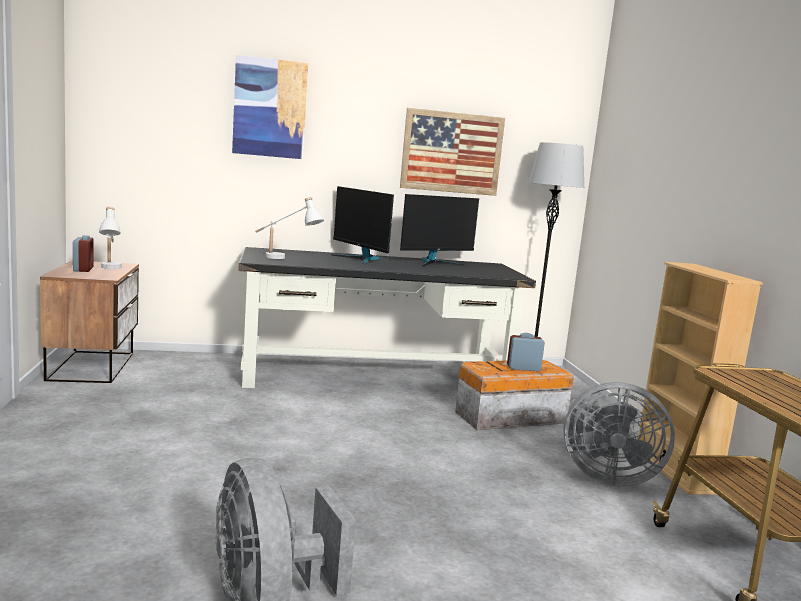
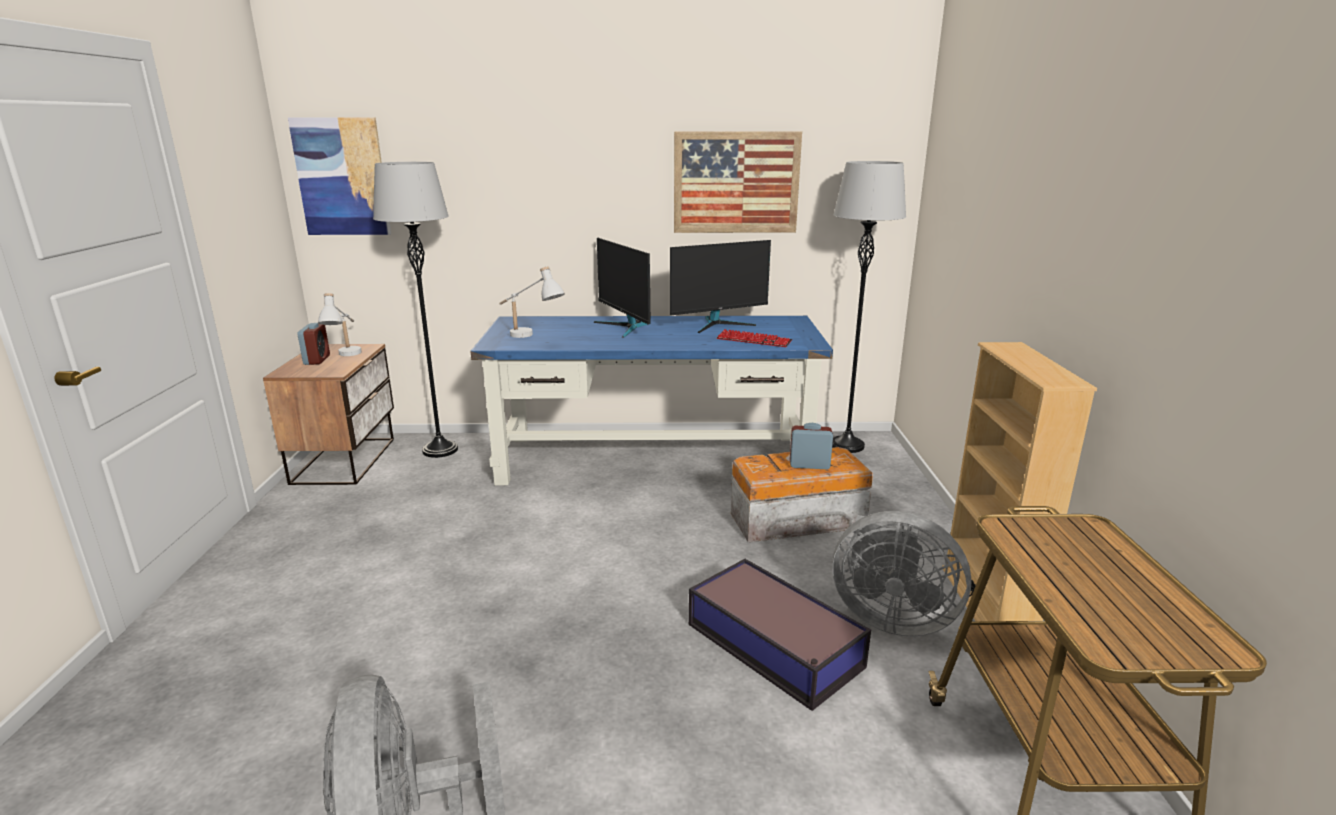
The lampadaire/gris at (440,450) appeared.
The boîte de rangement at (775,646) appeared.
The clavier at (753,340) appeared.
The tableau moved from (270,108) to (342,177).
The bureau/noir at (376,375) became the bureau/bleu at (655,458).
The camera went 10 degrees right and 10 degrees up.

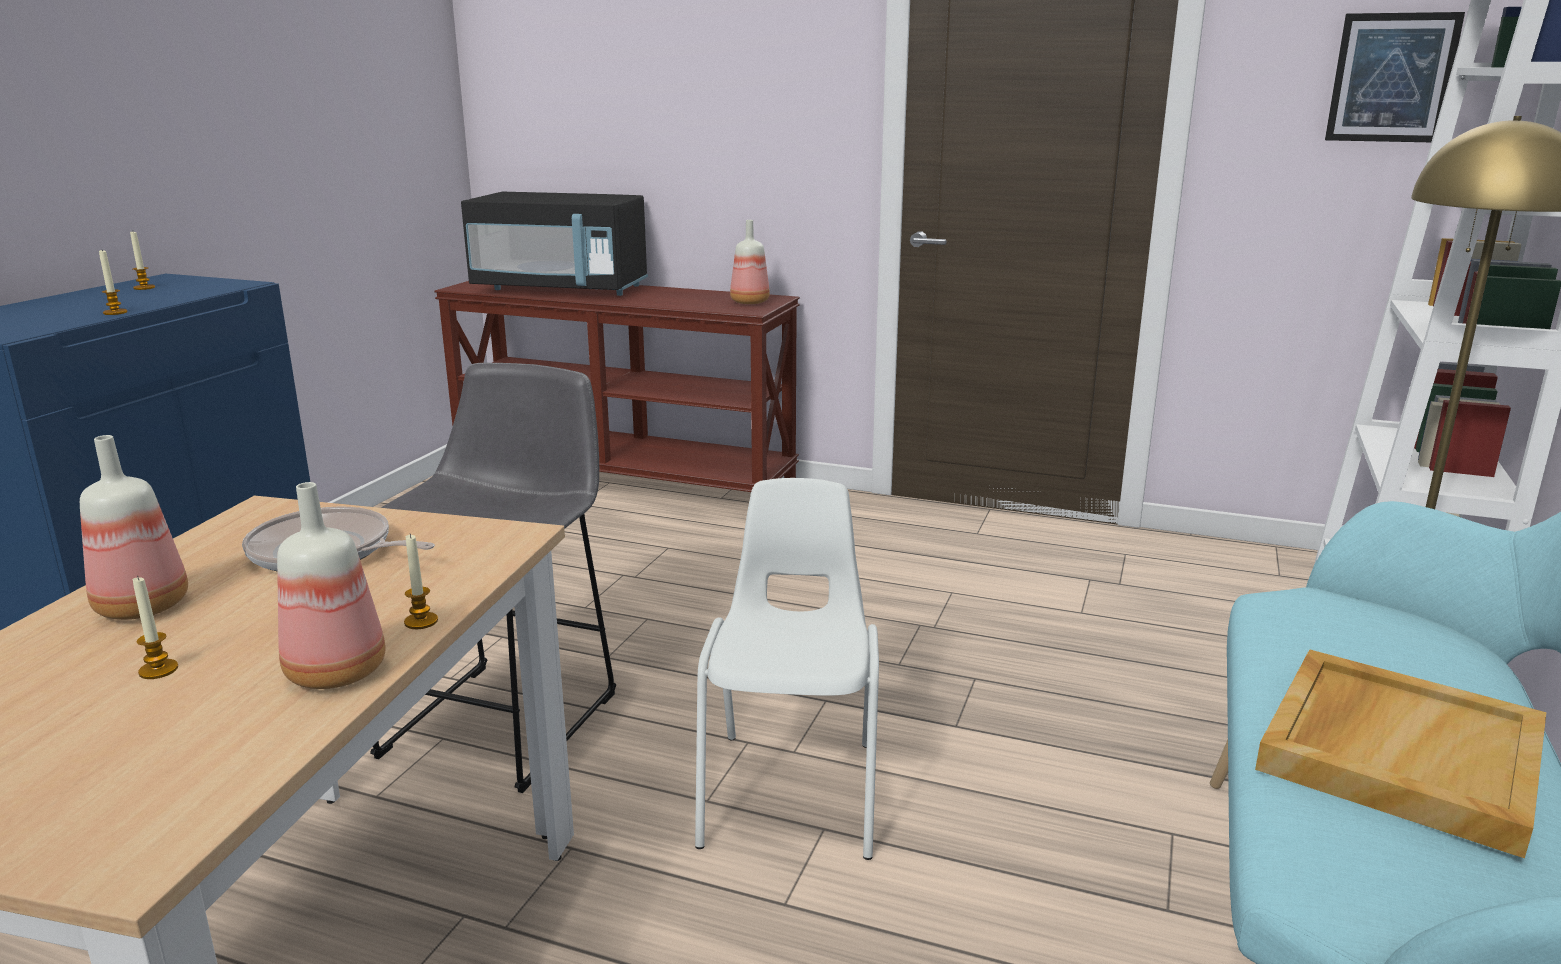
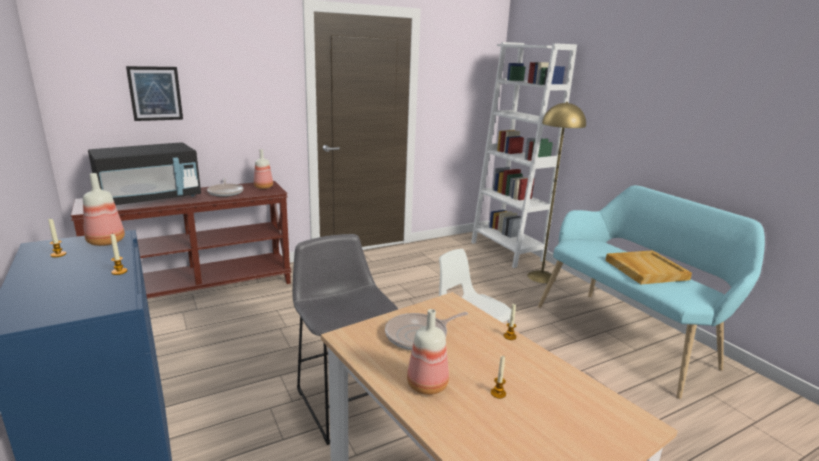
The poêle at (226,192) appeared.
The bouteille moved from (339,673) to (107,241).
The tableau moved from (1392,78) to (155,93).
The camera went 50 degrees left and 0 degrees up.

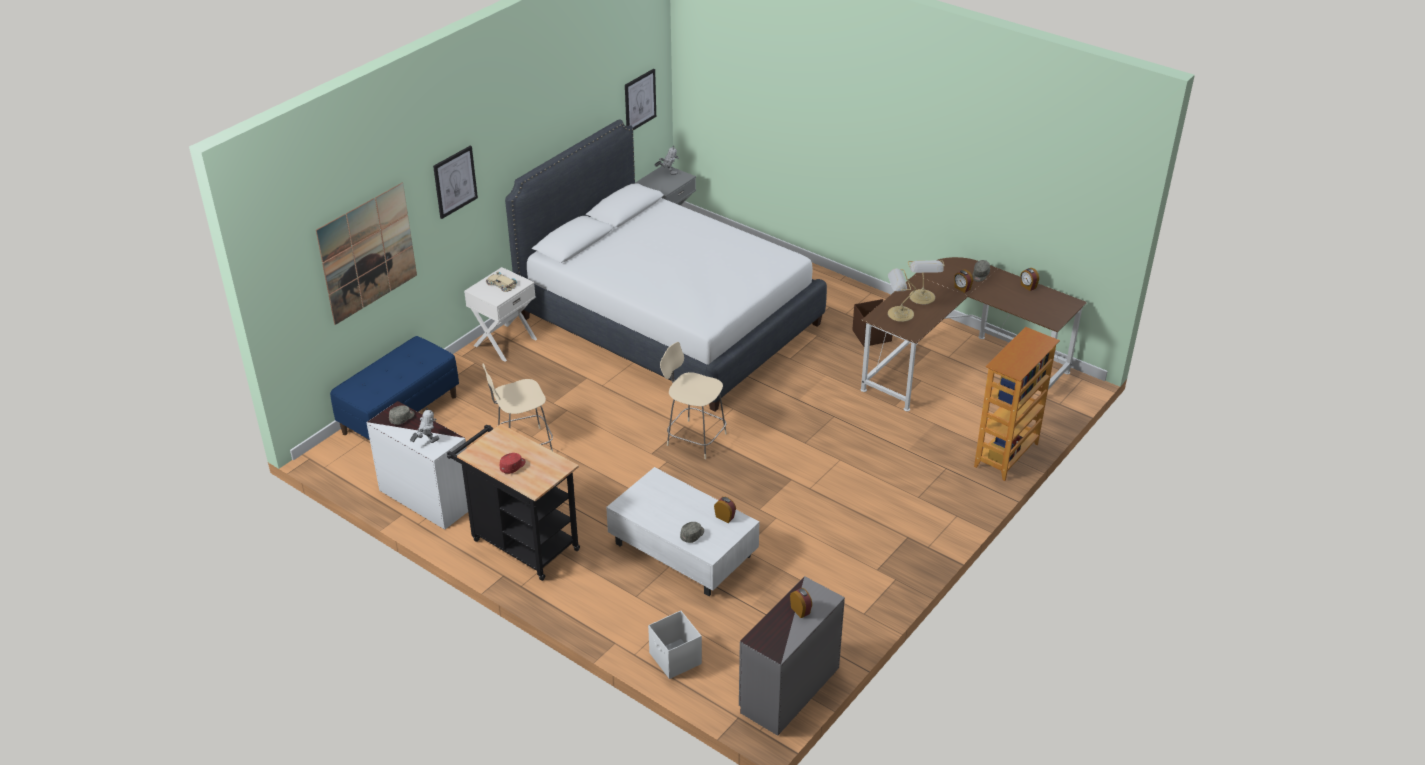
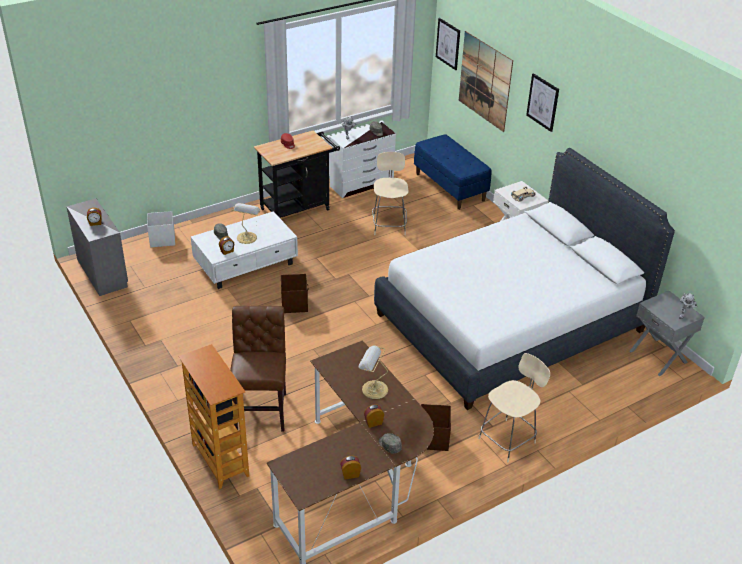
The chaise/marron at (261,409) appeared.
The boîte de rangement/marron at (294,304) appeared.
The tableau moved from (640,100) to (448,43).
The tabouret/beige moved from (694,438) to (508,439).
The lampe de table moved from (899,314) to (247,237).
The camera went 110 degrees right and 0 degrees up.

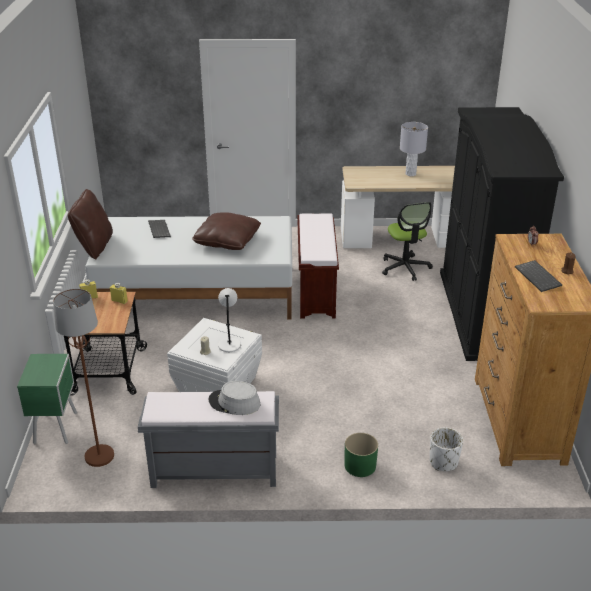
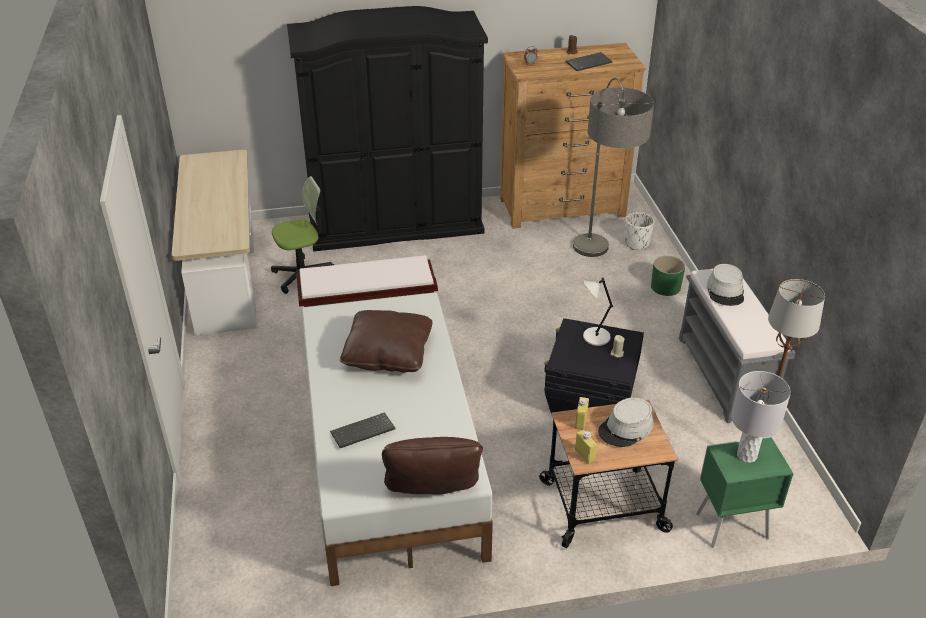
The lampadaire at (598,272) appeared.
The chapeau/gris at (626,428) appeared.
The lampe de table/gris moved from (411,174) to (746,455).
The boîte de rangement/blanc at (217,384) became the boîte de rangement/noir at (589,398).
The camera went 100 degrees left and 5 degrees up.

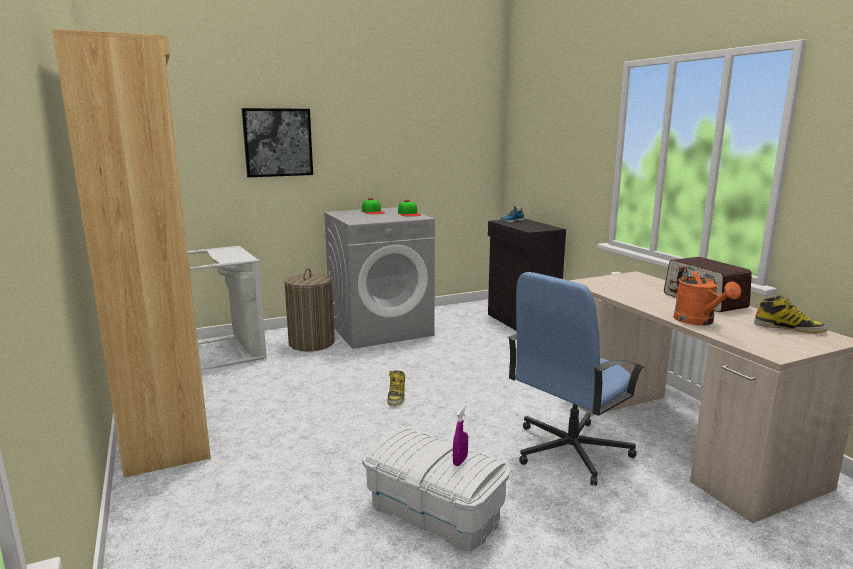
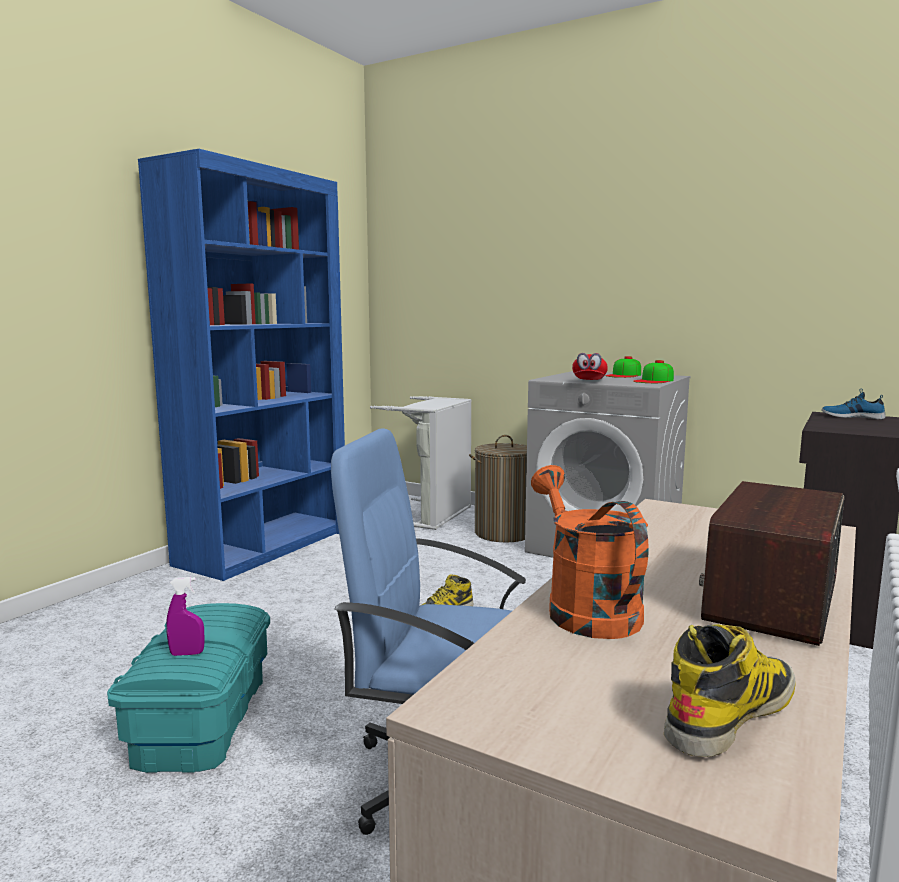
The tableau at (278,142) disappeared.
The casquette/rouge at (589,381) appeared.
The bibliothèque/marron at (168,424) became the bibliothèque/bleu at (265,546).
The boîte de rangement/blanc at (434,512) became the boîte de rangement/turquoise at (201,718).
The arrosoir/orange at (698,321) turned 120 degrees clockwise.
The botte at (789,328) turned 120 degrees counterclockwise.
The camera went 55 degrees right and 5 degrees down.

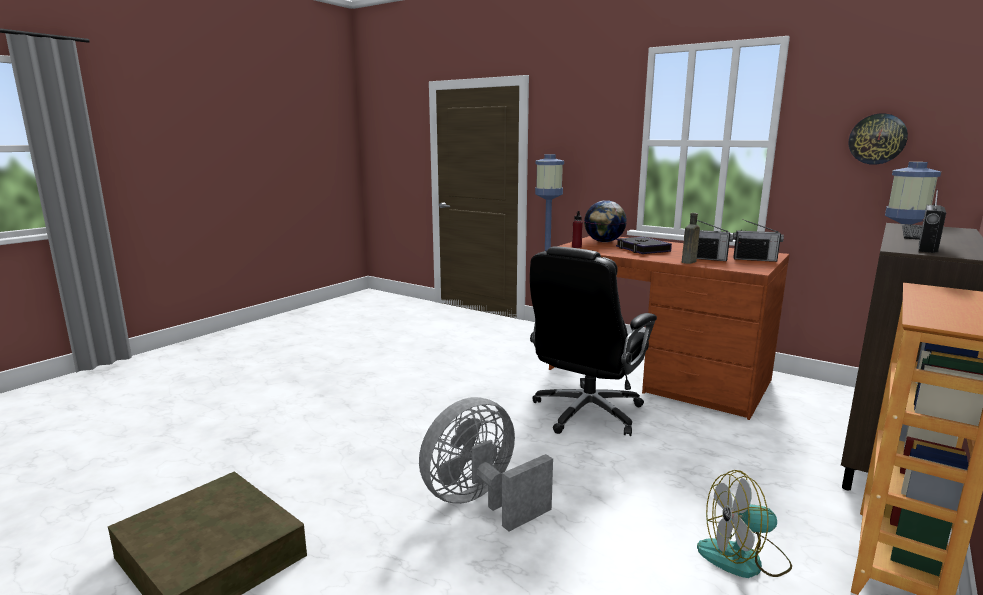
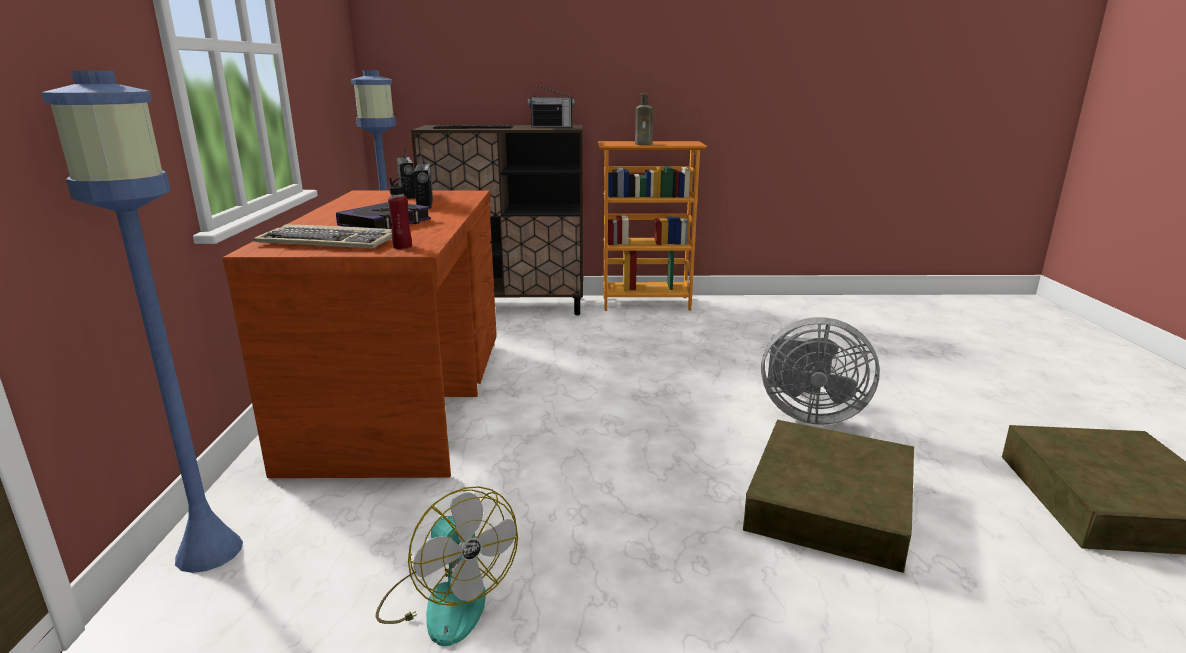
The chaise de bureau/noir at (586,413) disappeared.
The horloge murale at (877,139) disappeared.
The boîte de rangement/marron at (830,503) appeared.
The bouteille/marron moved from (688,262) to (644,144).
The ventilateur moved from (744,558) to (446,600).
The globe at (604,242) was replaced by the clavier at (328,242).
The camera went 125 degrees left and 5 degrees up.

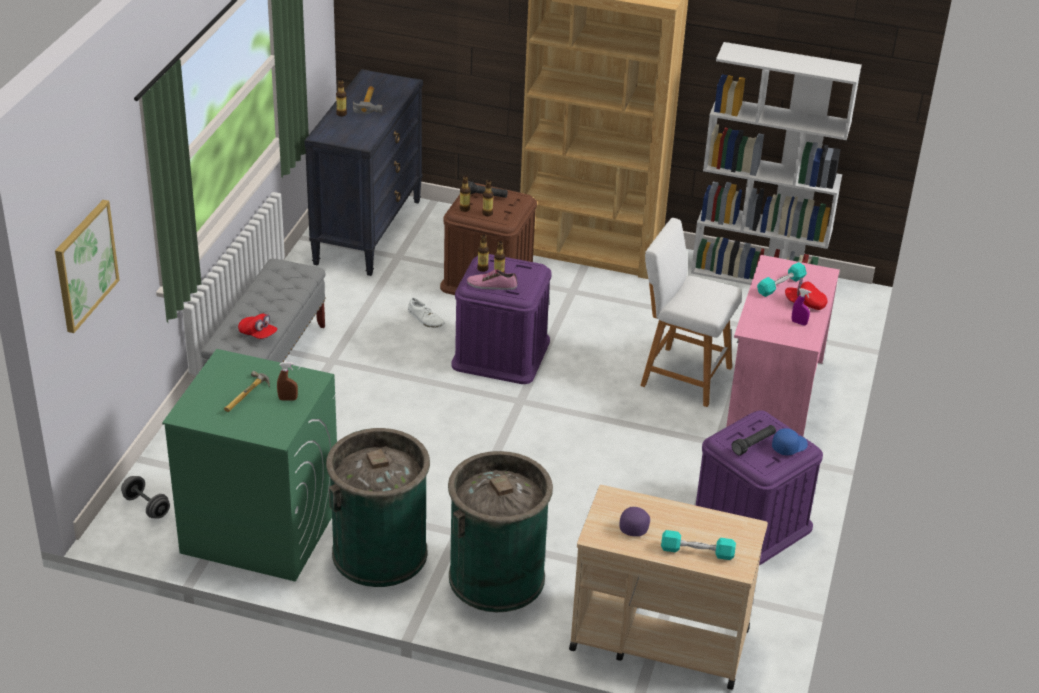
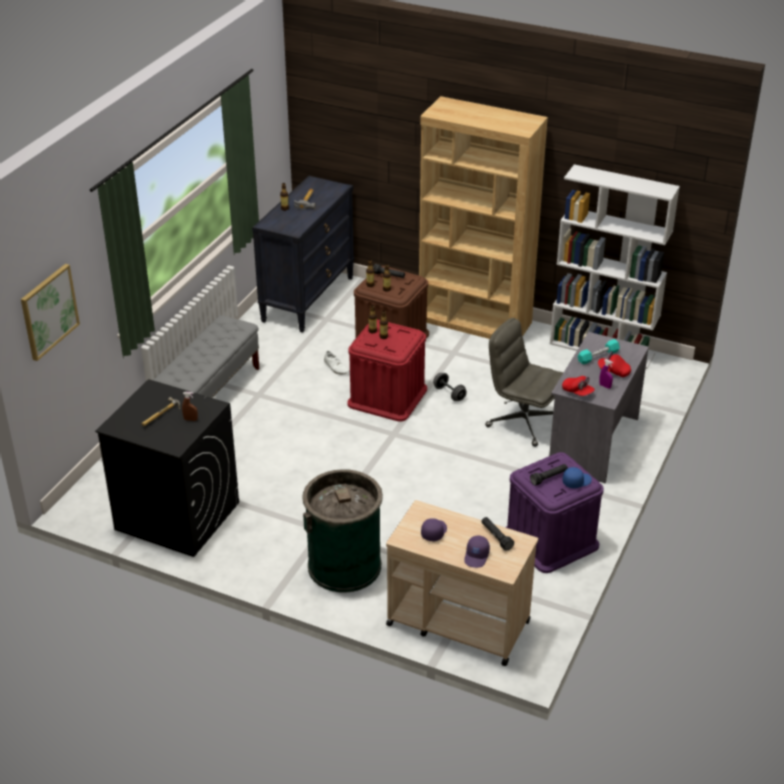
The poubelle/vert at (379,553) disappeared.
The chaussure at (492,285) disappeared.
The lampe de poche/noir at (496,537) appeared.
The haltère/gris moved from (146,506) to (449,393).
The casquette/rouge moved from (258,334) to (577,392).
The tabouret/blanc at (681,375) was replaced by the chaise de bureau/gris at (523,422).
The haltère/turquoise at (697,552) was replaced by the casquette/violet at (477,556).
The lave-linge/vert at (259,528) became the lave-linge/noir at (176,516).
The boîte de rangement/violet at (501,353) became the boîte de rangement/rouge at (387,396).
The bureau/rose at (773,395) became the bureau/gris at (592,442).
The camera went 10 degrees right and 0 degrees up.

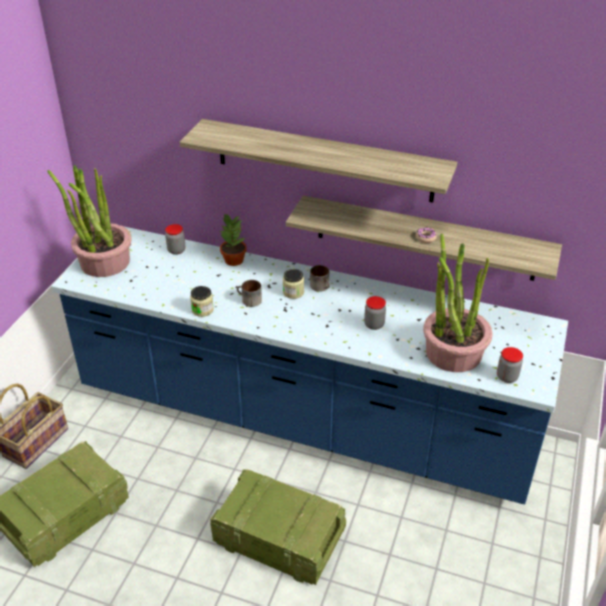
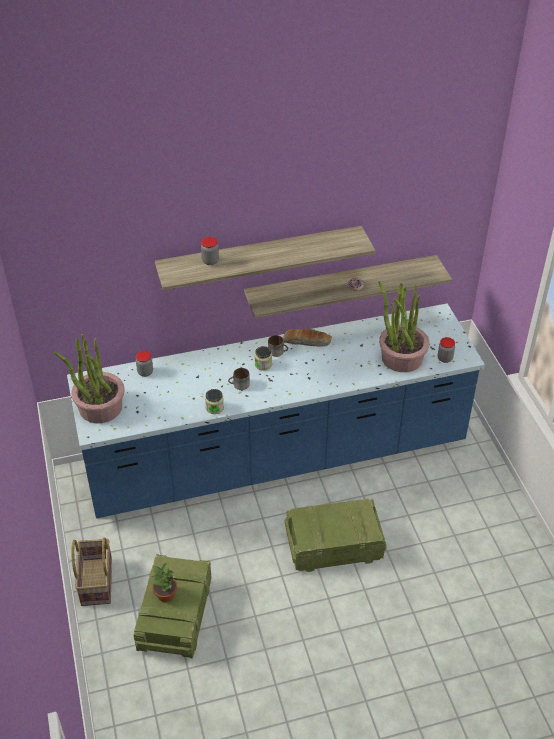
The pain at (307,341) appeared.
The plante en pot moved from (233,260) to (165,595).
The bocal moved from (374,324) to (210,261).
The camera went 35 degrees left and 5 degrees up.

